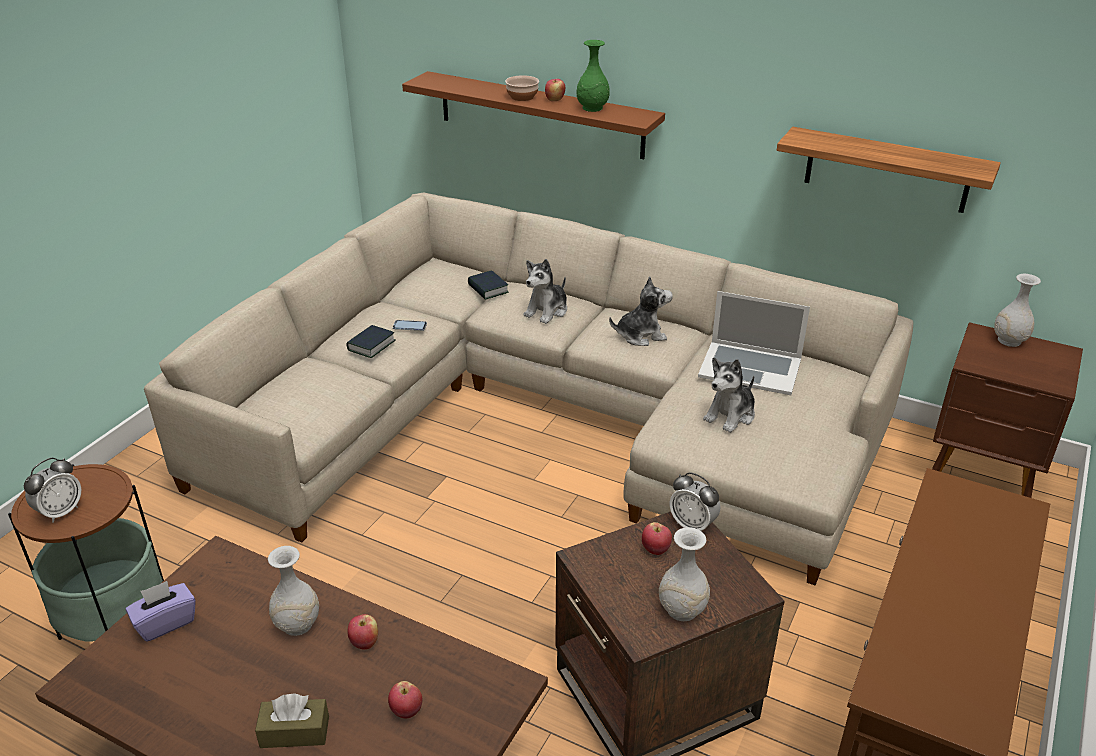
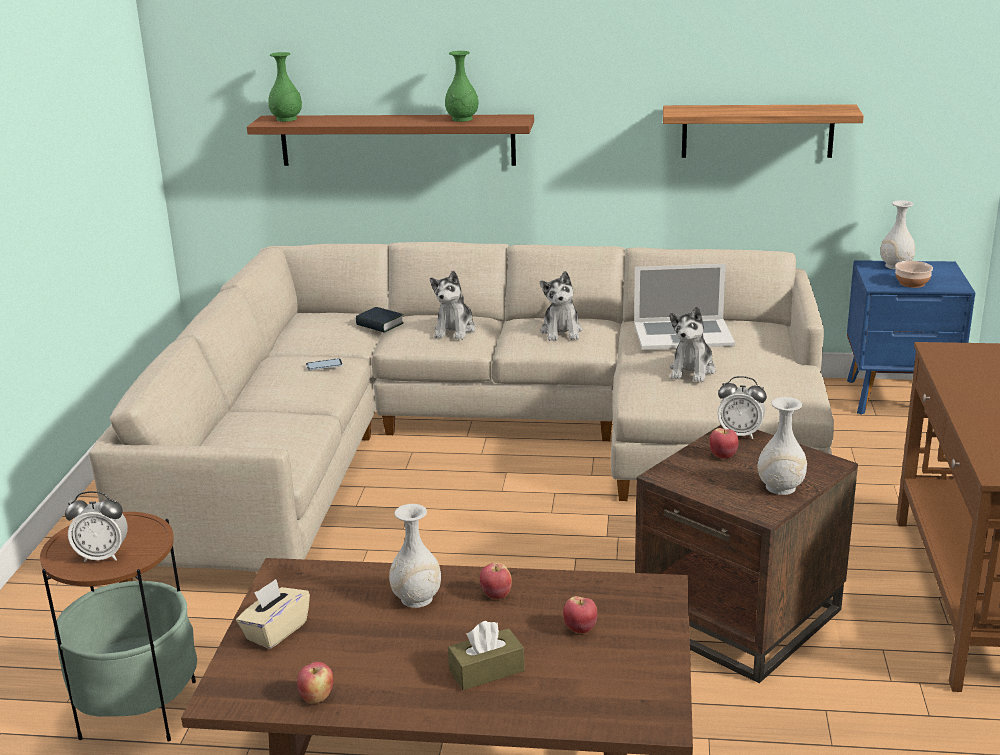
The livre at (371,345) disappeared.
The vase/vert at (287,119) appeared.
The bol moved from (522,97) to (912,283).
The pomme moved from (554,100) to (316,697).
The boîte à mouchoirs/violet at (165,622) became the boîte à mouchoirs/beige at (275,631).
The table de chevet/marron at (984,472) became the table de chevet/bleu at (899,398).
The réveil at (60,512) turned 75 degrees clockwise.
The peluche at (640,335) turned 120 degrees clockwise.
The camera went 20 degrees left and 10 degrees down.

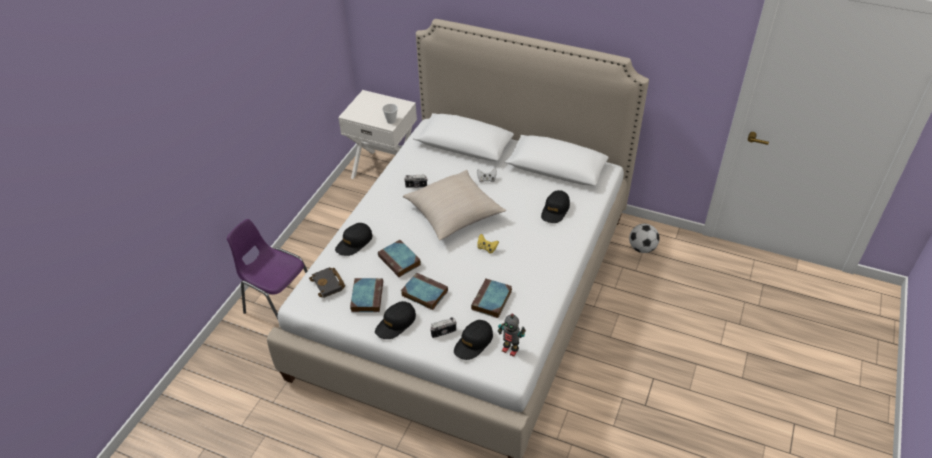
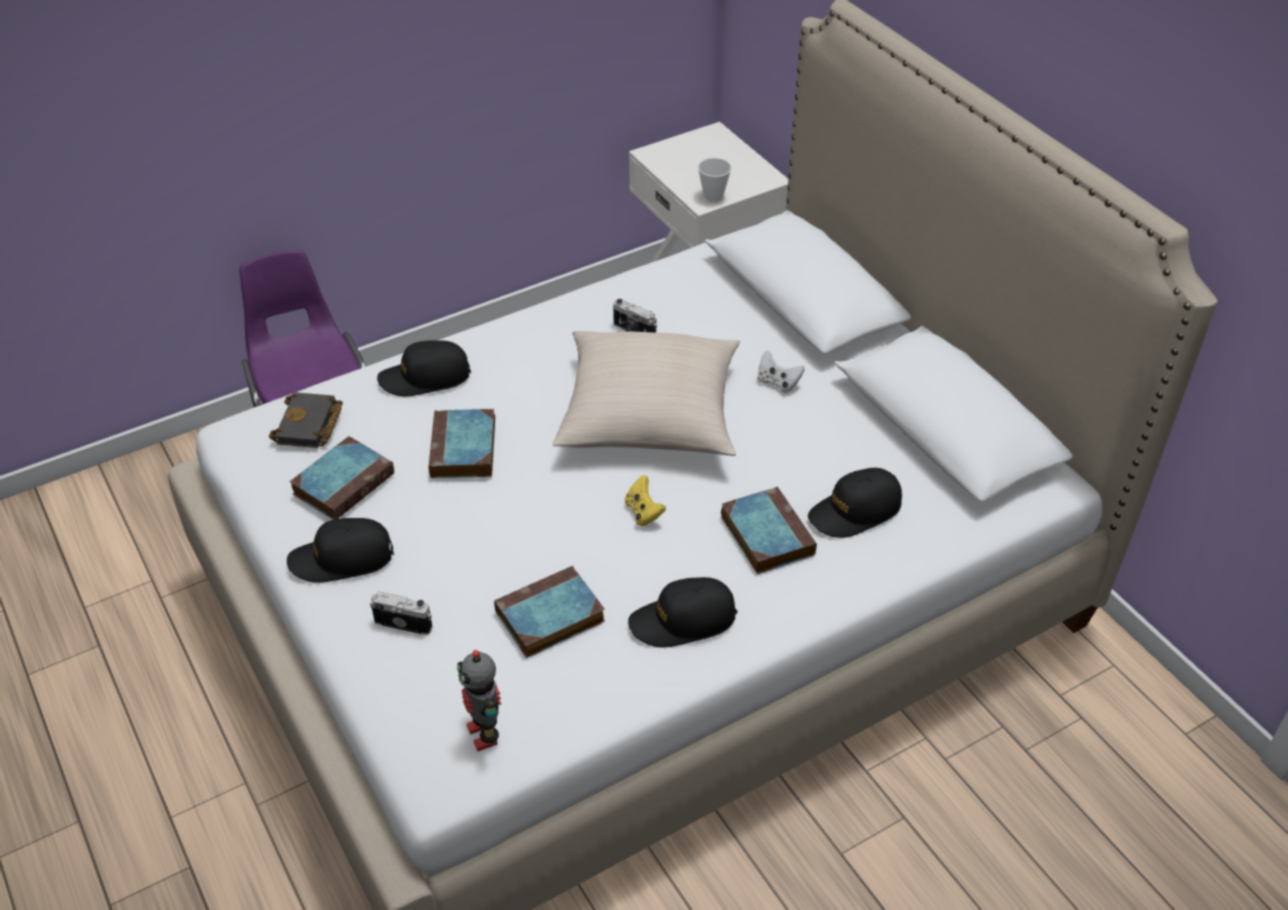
The ballon de foot at (642,248) disappeared.
The livre moved from (423,293) to (765,534).
The casquette/noir moved from (473,343) to (683,620).
The camera went 35 degrees right and 0 degrees up.

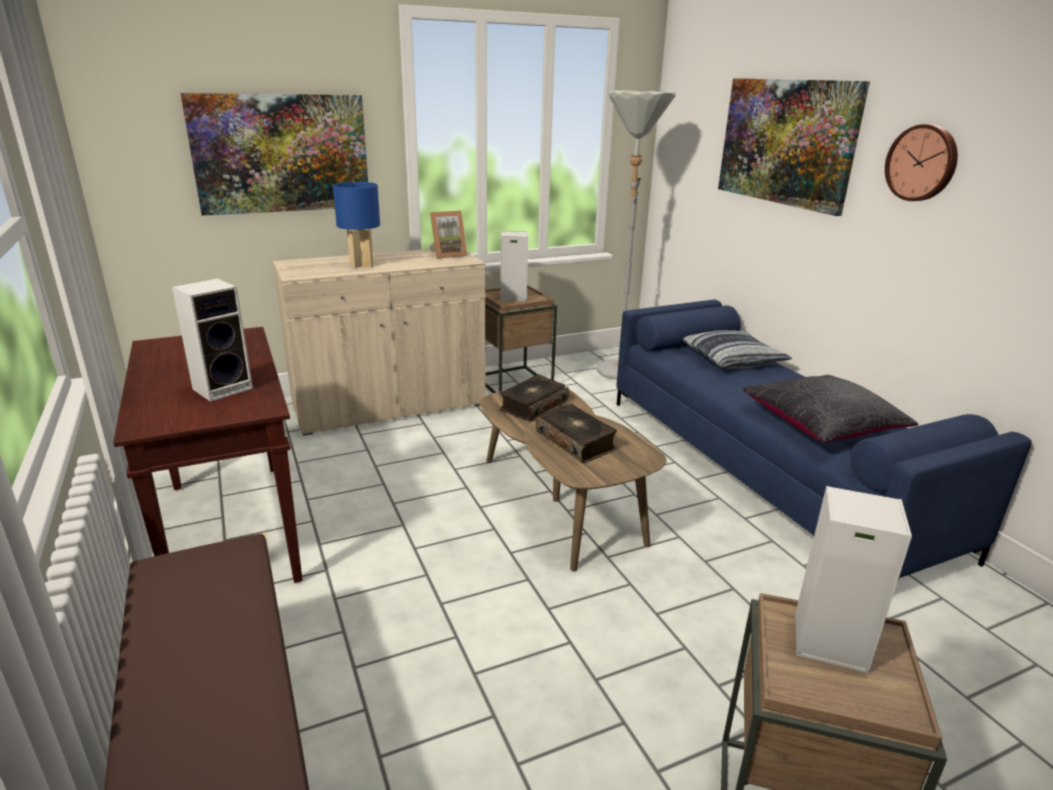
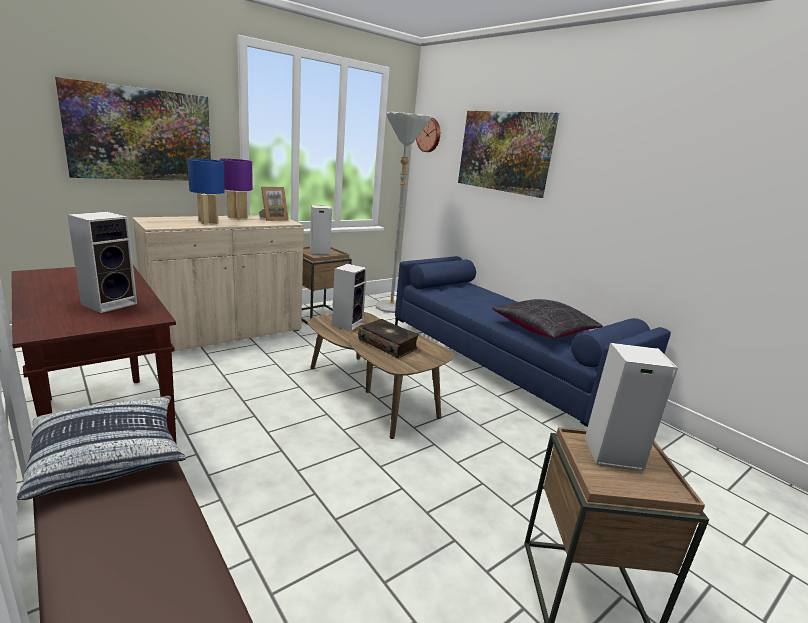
The lampe de table/violet at (238,217) appeared.
The coussin moved from (733,359) to (109,455).
The horloge murale moved from (922,163) to (429,135).
The livre at (532,405) was replaced by the enceinte at (347,324).
The camera went 15 degrees left and 5 degrees down.

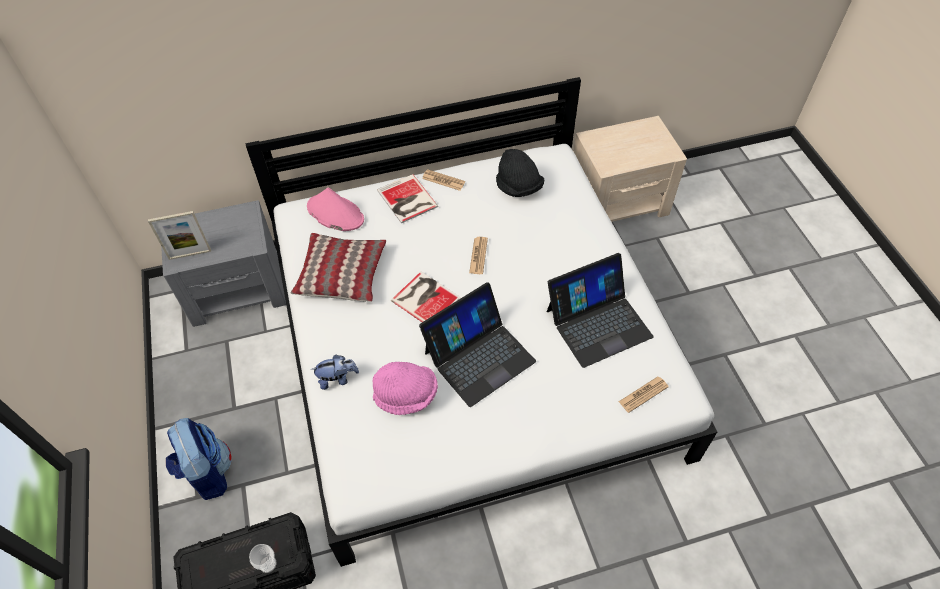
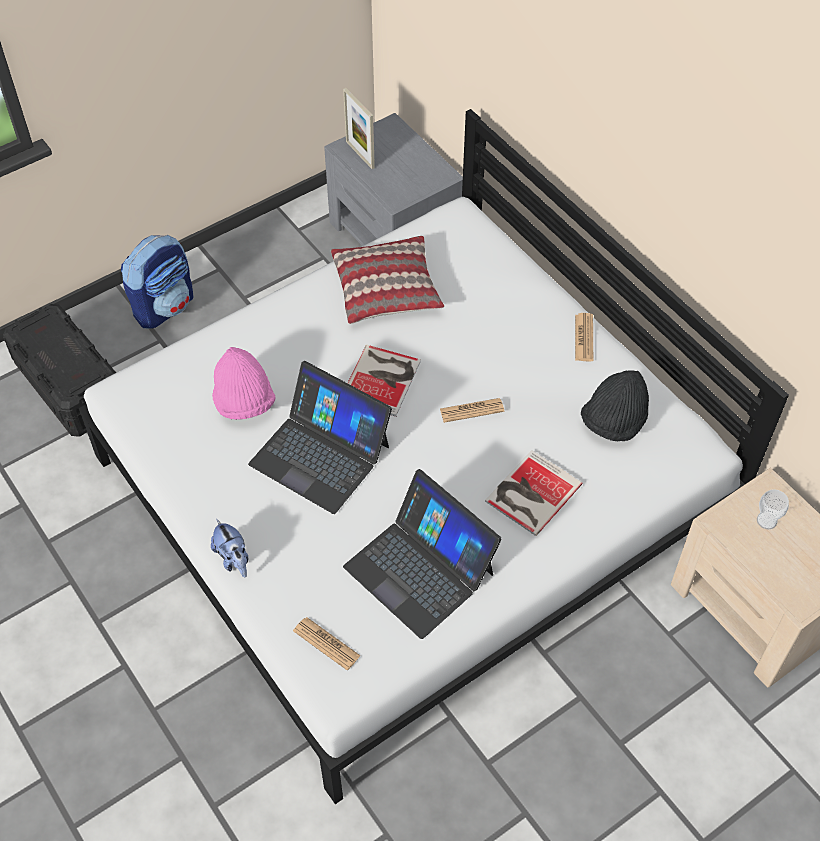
The chapeau/rose at (335,213) disappeared.
The tasse moved from (268,564) to (766,520).
The peluche moved from (337,379) to (233,559).
The livre moved from (407,200) to (530,493).
The camera went 70 degrees right and 0 degrees up.

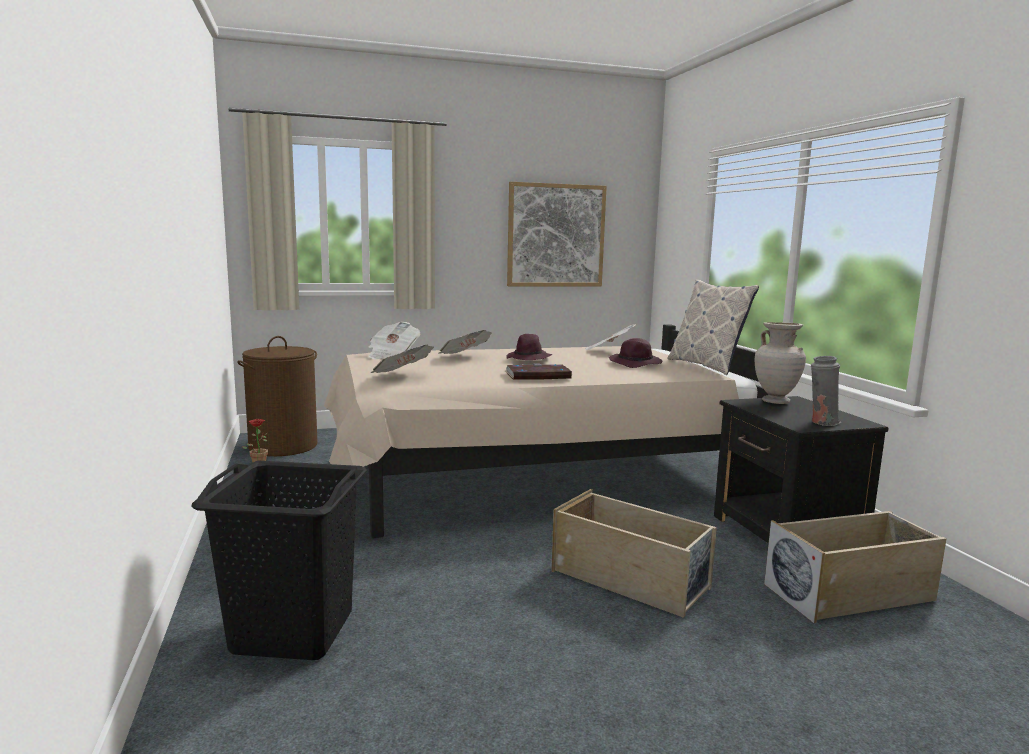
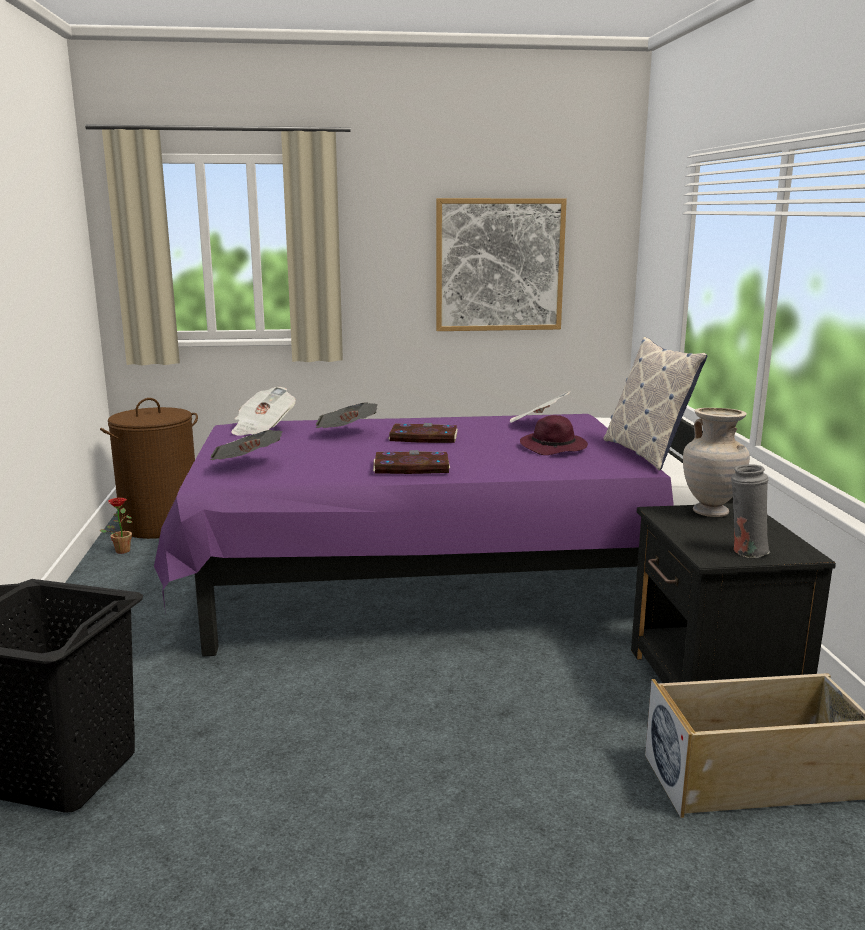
The boîte de rangement/beige at (631,580) disappeared.
The chapeau/violet at (529,359) was replaced by the livre at (423,437).
The lit/beige at (534,477) became the lit/violet at (431,580).
The camera went 10 degrees right and 5 degrees up.

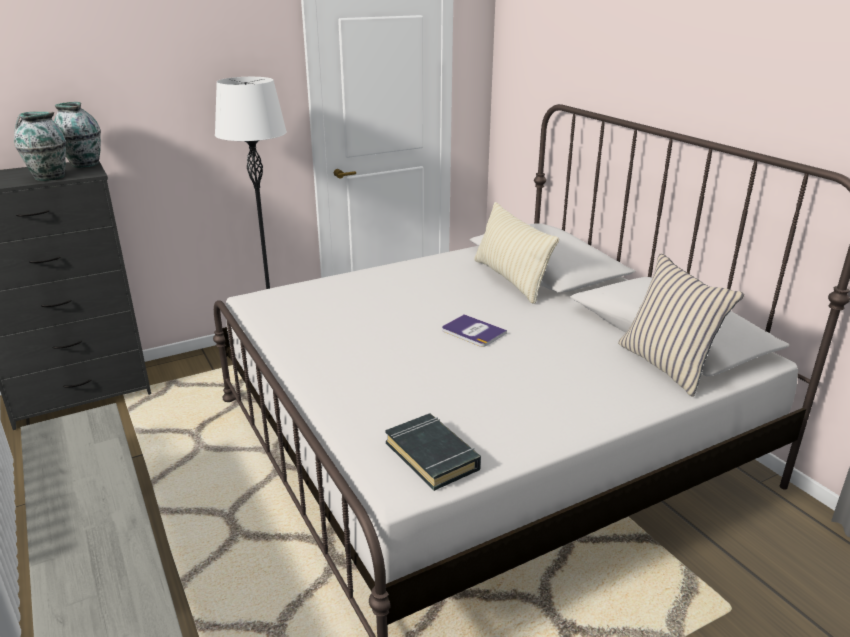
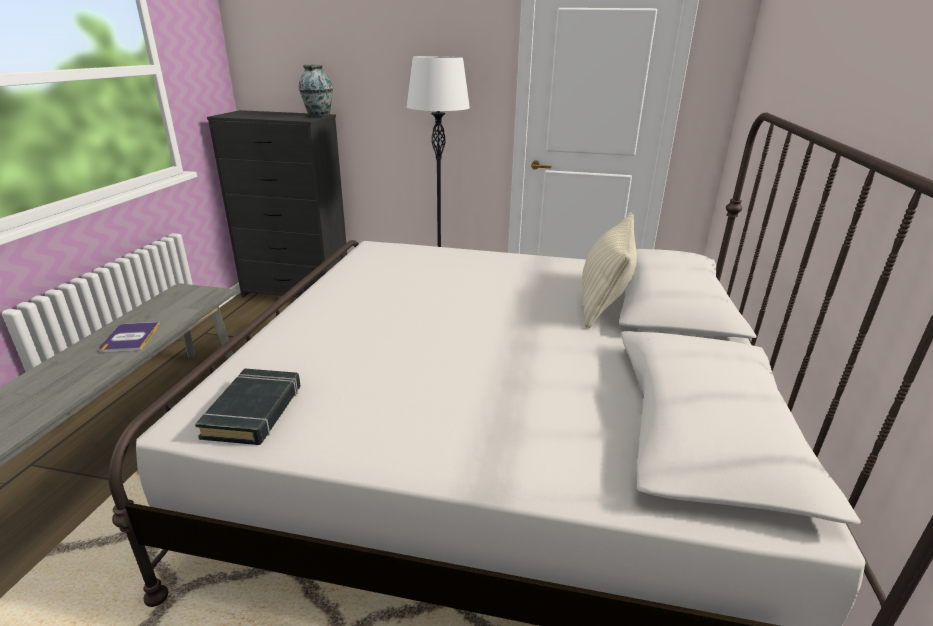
The vase at (48,177) disappeared.
The coussin/beige at (667,365) disappeared.
The livre moved from (473,331) to (130,338).
The camera went 40 degrees right and 0 degrees up.

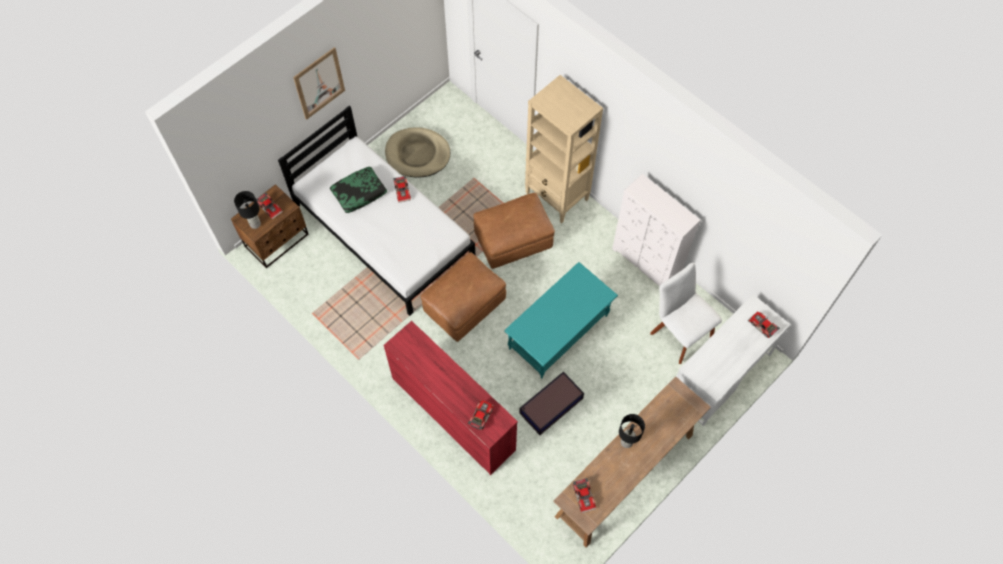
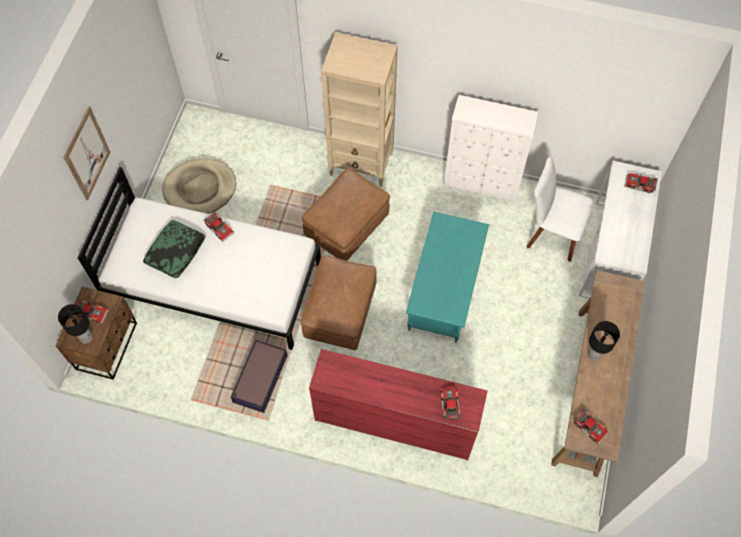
The boîte de rangement moved from (550,406) to (259,379).
The camera went 30 degrees left and 0 degrees up.

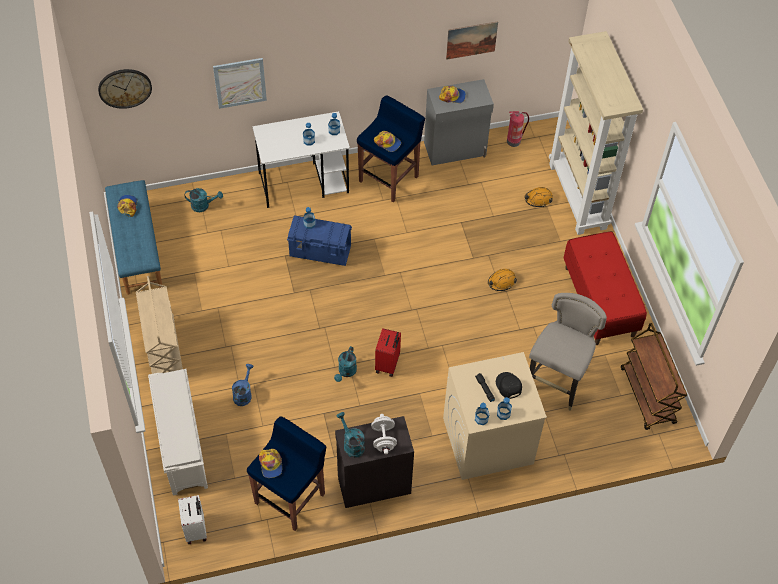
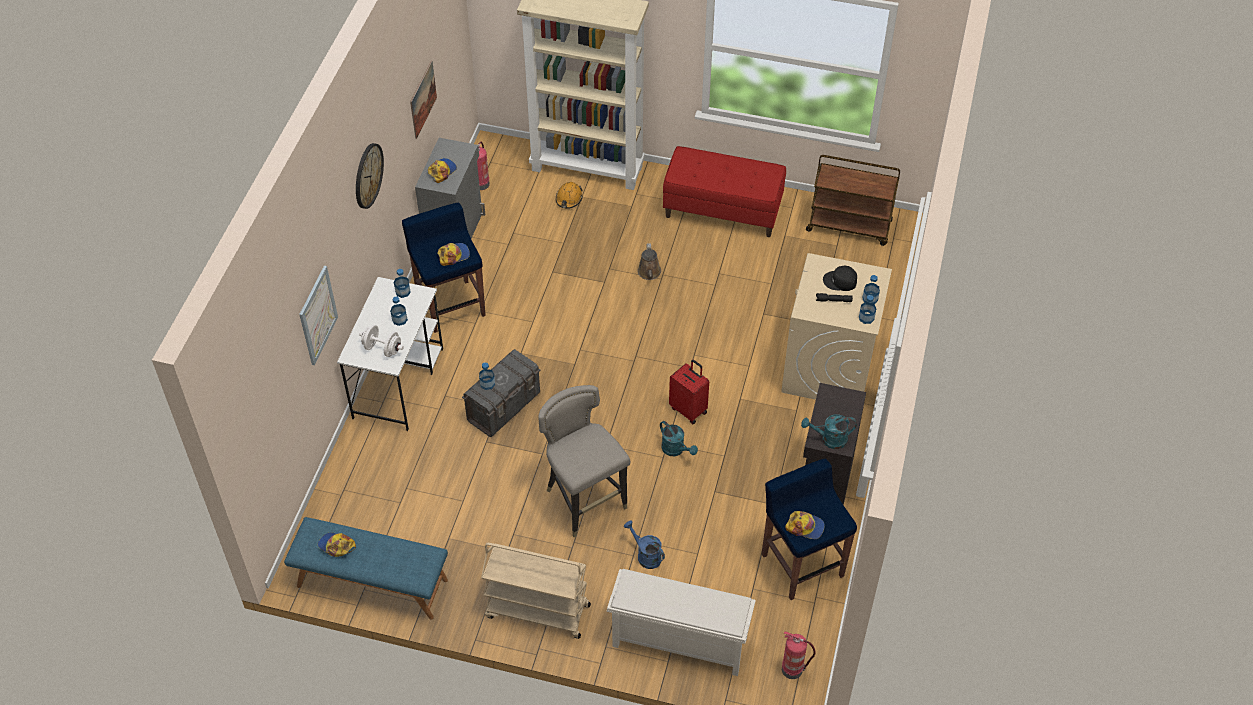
The arrosoir/turquoise at (203,205) disappeared.
The horloge murale moved from (125,88) to (368,175).
The haltère/blanc moved from (383,439) to (382,349).
The tabouret/gris moved from (557,380) to (584,500).
The valise/blanc at (196,529) was replaced by the extincteur at (793,669).
The casque de chantier/orange at (501,282) was replaced by the arrosoir/marron at (649,273).
The boîte de rangement/bleu at (320,251) became the boîte de rangement/gris at (504,407).
The camera went 60 degrees left and 5 degrees down.

